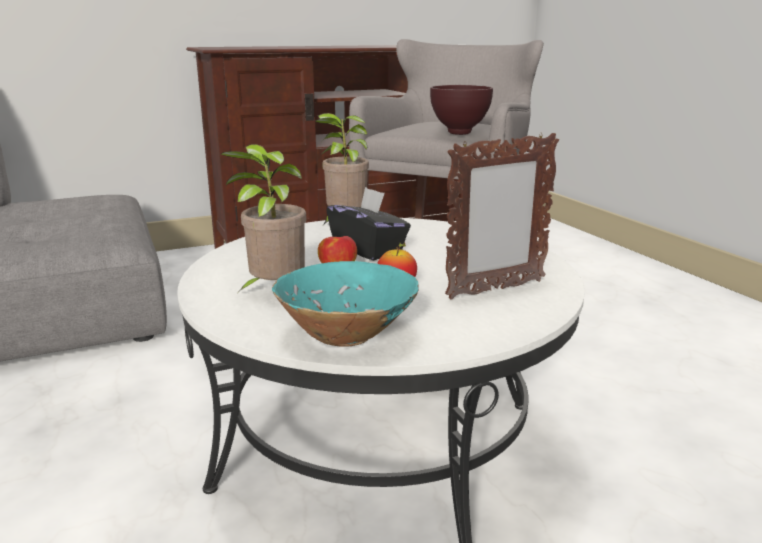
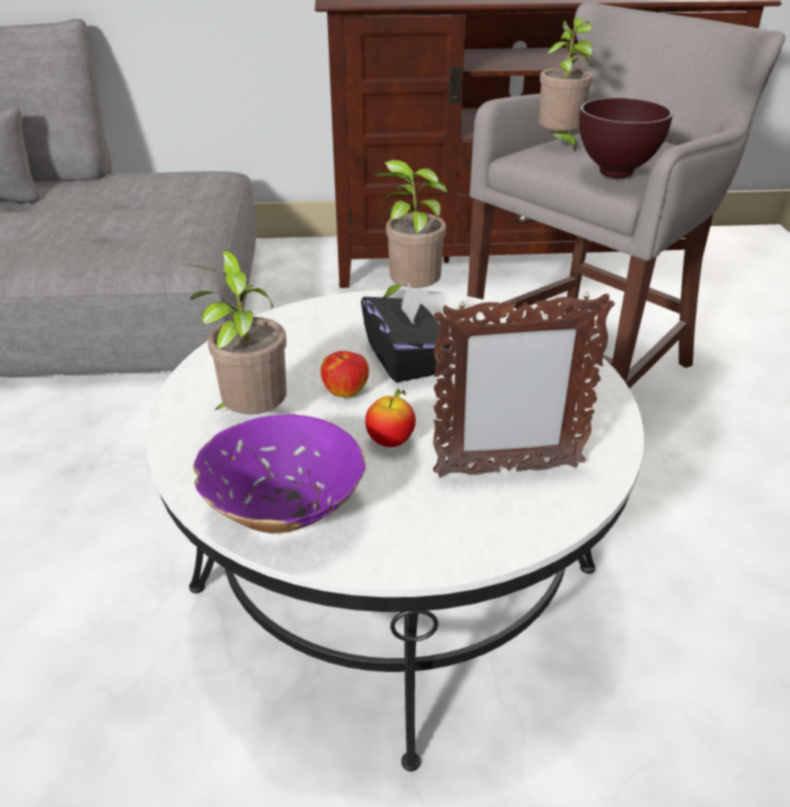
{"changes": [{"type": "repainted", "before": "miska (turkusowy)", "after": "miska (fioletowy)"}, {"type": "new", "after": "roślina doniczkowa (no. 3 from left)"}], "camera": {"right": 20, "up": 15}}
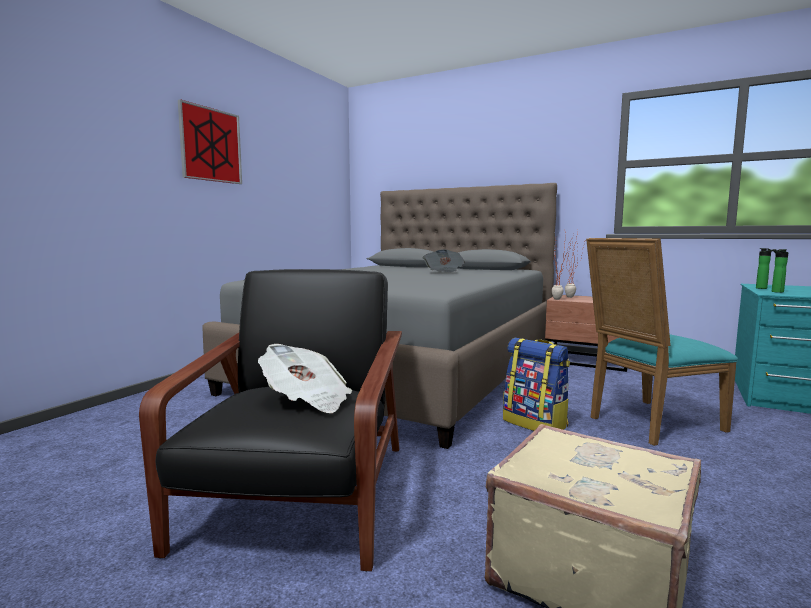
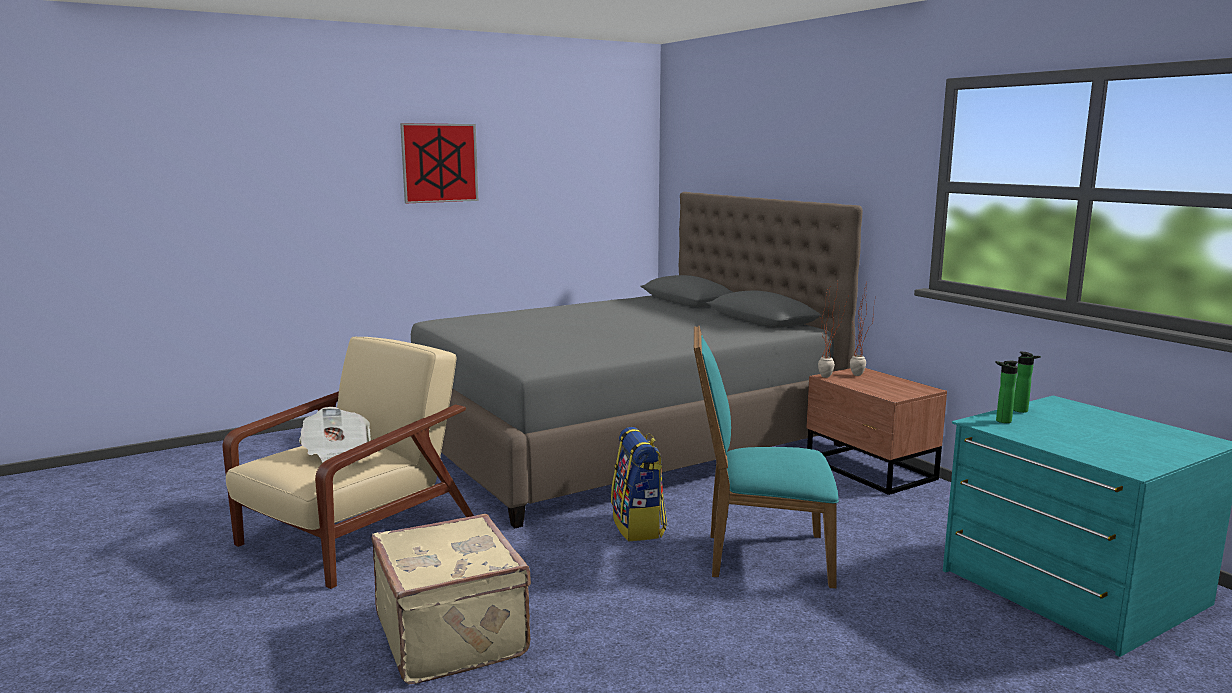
{"changes": [{"type": "repainted", "before": "fotel (czarny)", "after": "fotel (beżowy)"}, {"type": "gone", "before": "gazeta (no. 2 from left)"}], "camera": {"right": 30, "up": 5}}
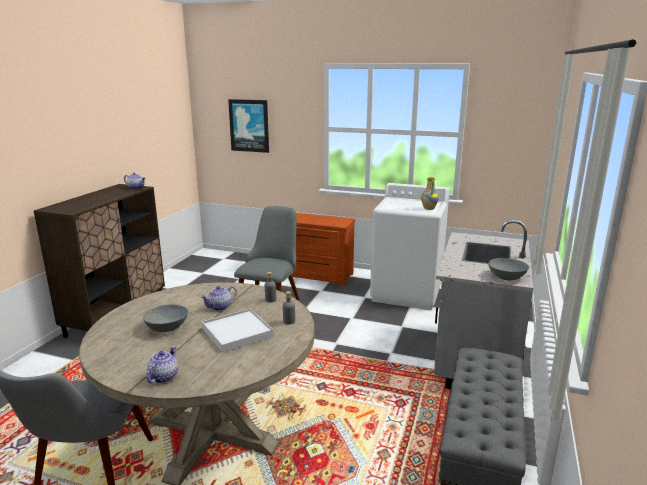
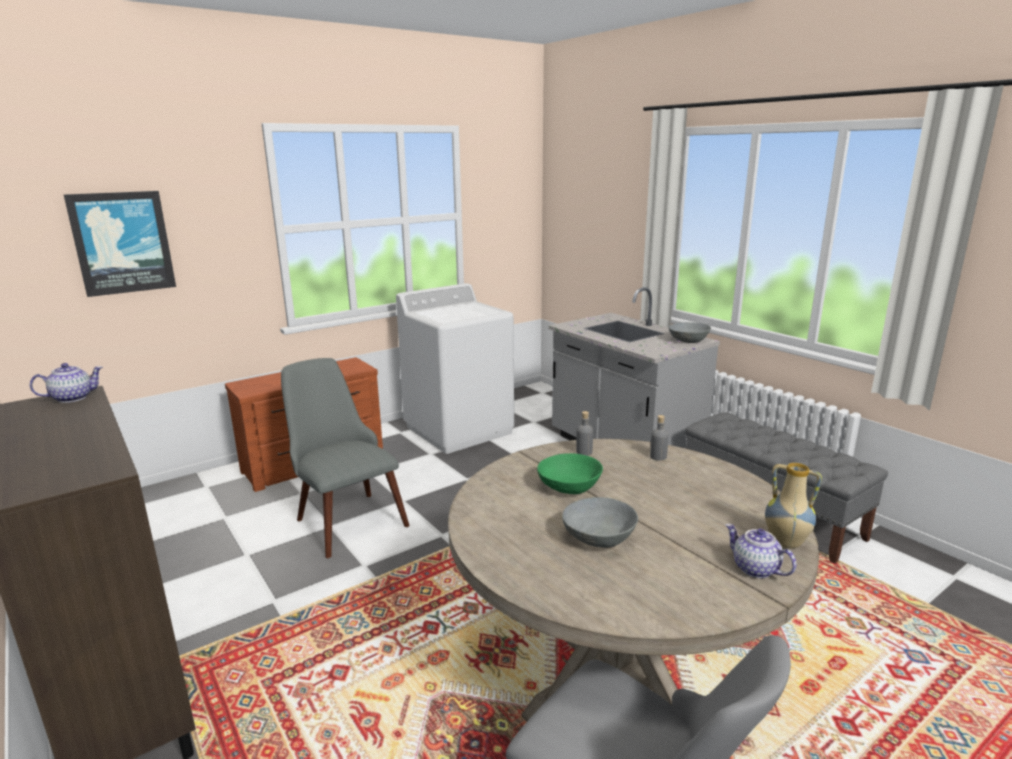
{"changes": [{"type": "swapped", "before": "imbryk (no. 3 from left)", "after": "miska (zielony)"}, {"type": "gone", "before": "taca (biały)"}, {"type": "shifted", "before": "wazon"}], "camera": {"right": -55, "up": 0}}
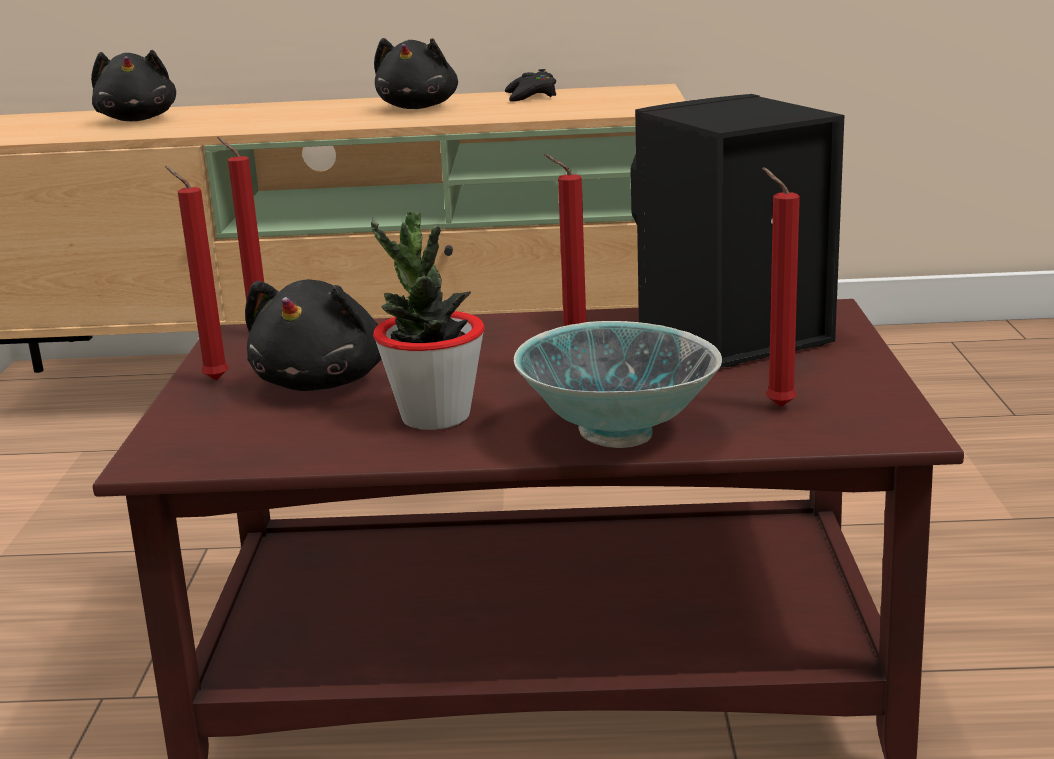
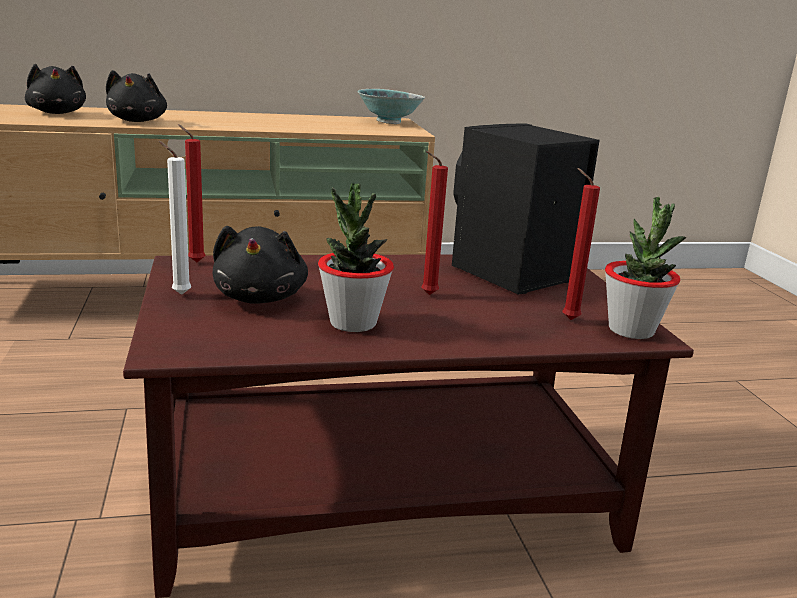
{"changes": [{"type": "repainted", "before": "świeca (czerwony) (no. 1 from left)", "after": "świeca (biały)"}, {"type": "shifted", "before": "pluszak (czarny) (no. 3 from left in the first image)", "after": "pluszak (czarny) (no. 2 from left)"}, {"type": "gone", "before": "pad do gier (czarny)"}, {"type": "shifted", "before": "miska"}, {"type": "new", "after": "roślina doniczkowa (no. 2 from left)"}], "camera": {"right": -15, "up": 0}}
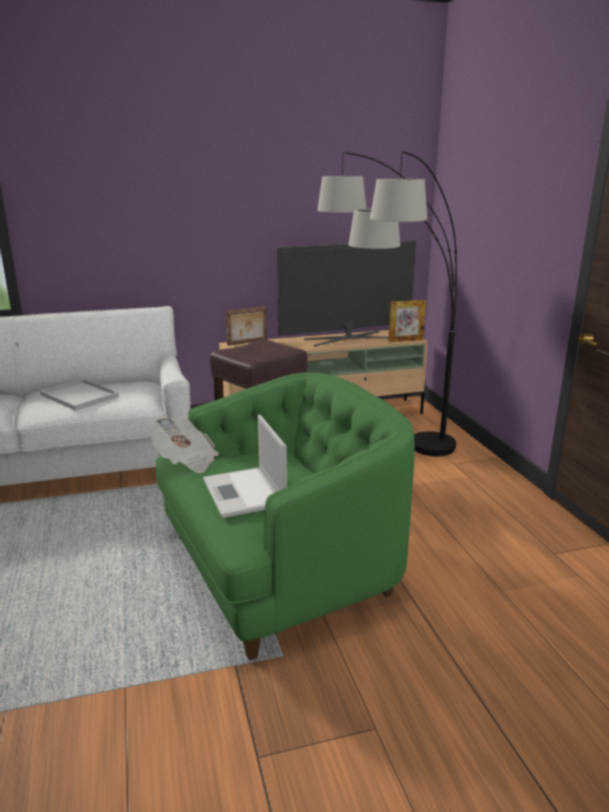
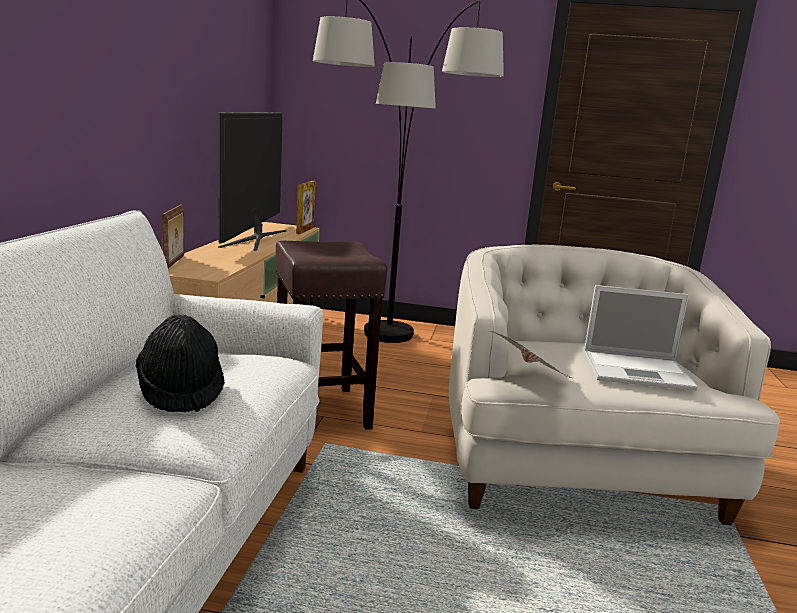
{"changes": [{"type": "swapped", "before": "taca (biały)", "after": "kapelusz (czarny)"}, {"type": "repainted", "before": "fotel (zielony)", "after": "fotel (biały)"}], "camera": {"right": -65, "up": -5}}
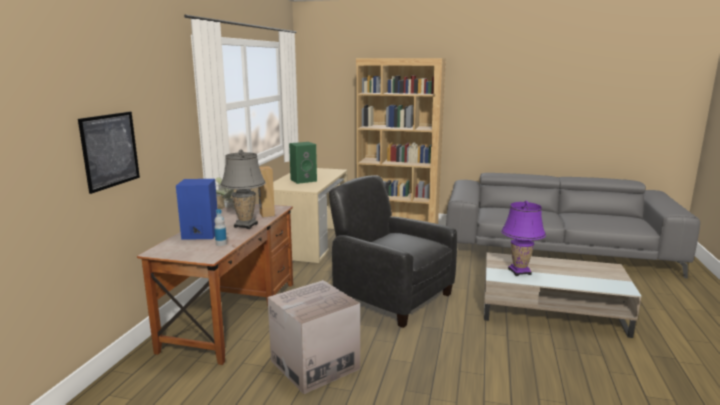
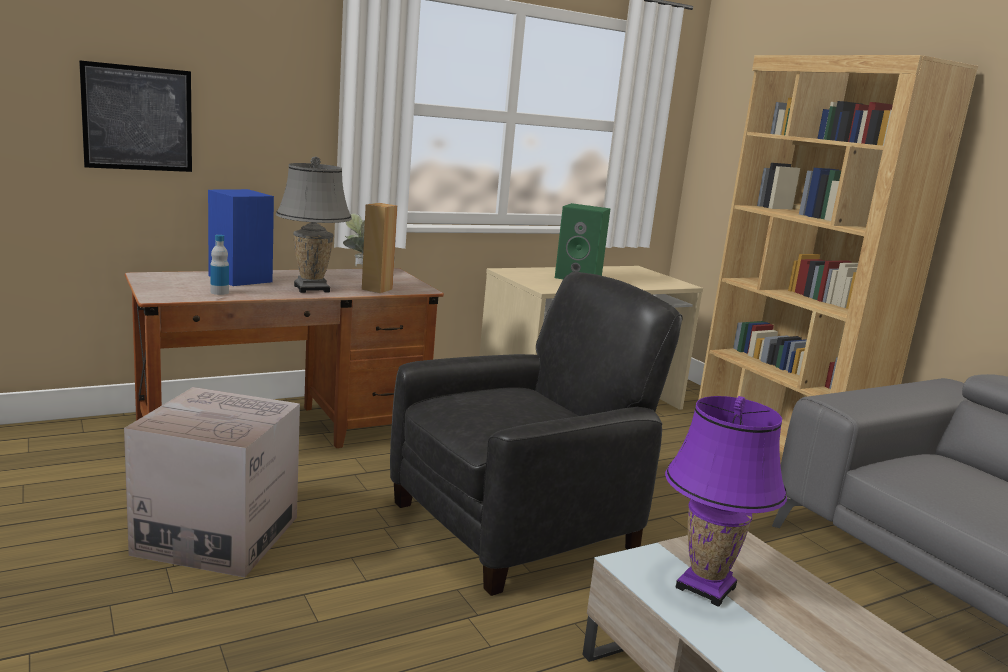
{"changes": [{"type": "rotated", "before": "fotel (czarny)", "turn": 60}], "camera": {"right": 45, "up": 0}}
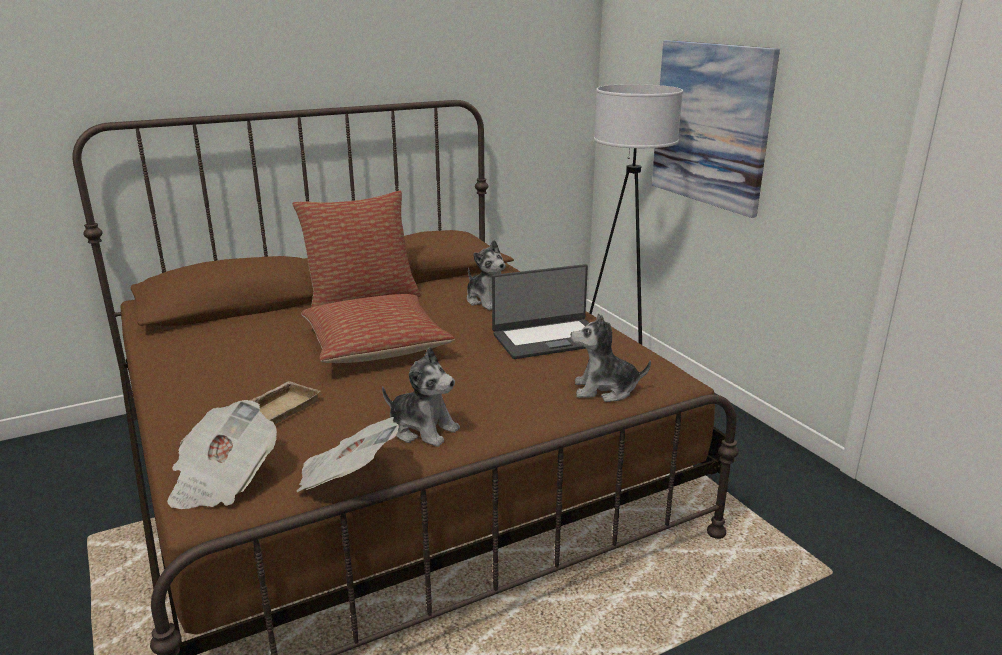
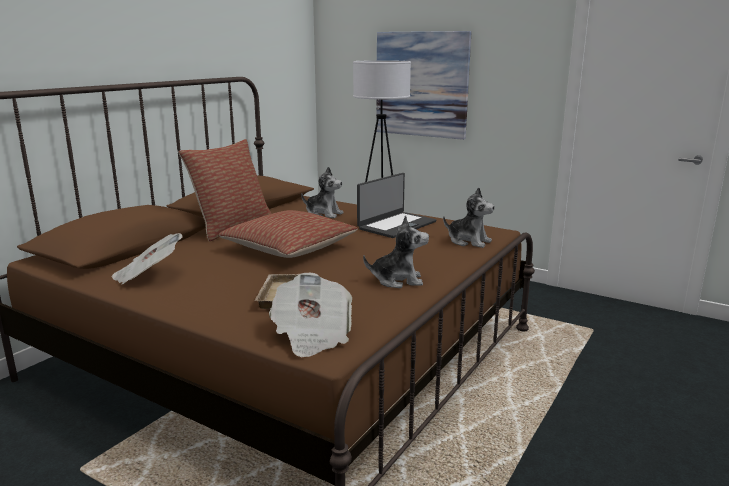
{"changes": [{"type": "shifted", "before": "gazeta (no. 2 from left in the first image)", "after": "gazeta (no. 1 from left)"}, {"type": "rotated", "before": "pluszak (no. 3 from left)", "turn": -120}], "camera": {"right": -30, "up": -5}}
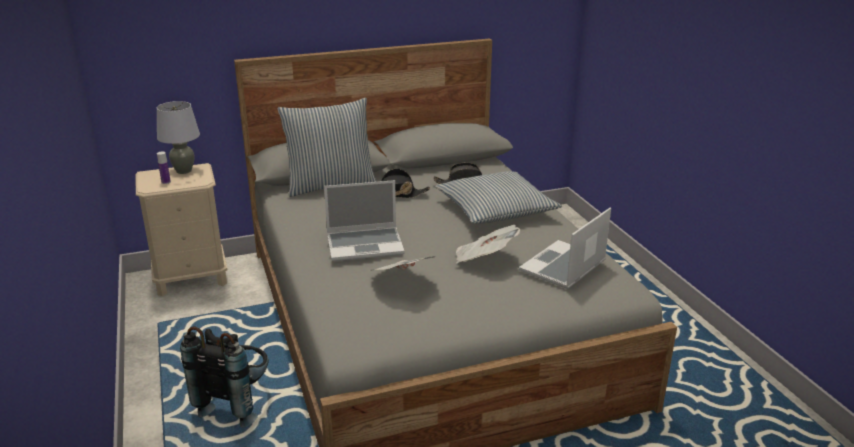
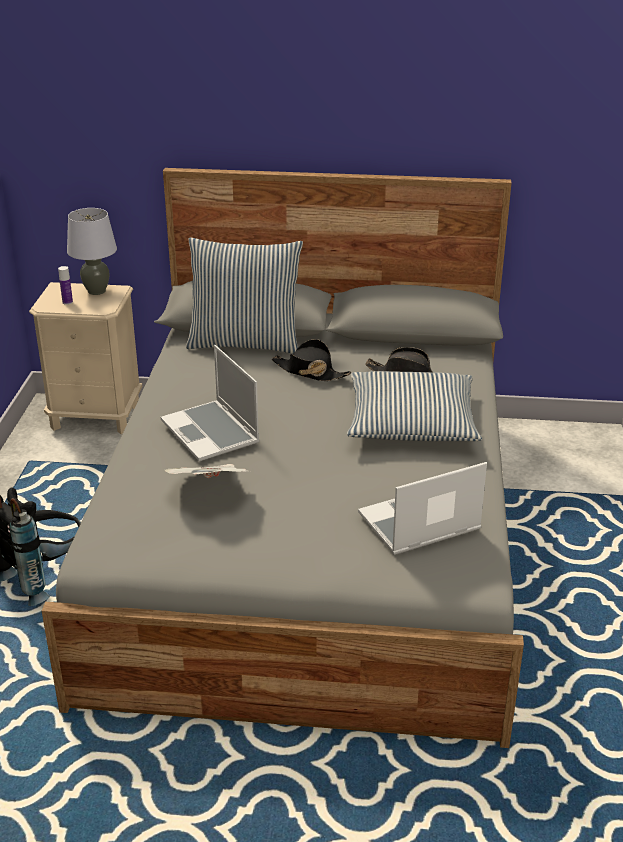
{"changes": [{"type": "rotated", "before": "laptop (no. 1 from left)", "turn": 45}, {"type": "gone", "before": "gazeta (no. 2 from left)"}], "camera": {"right": 25, "up": 5}}
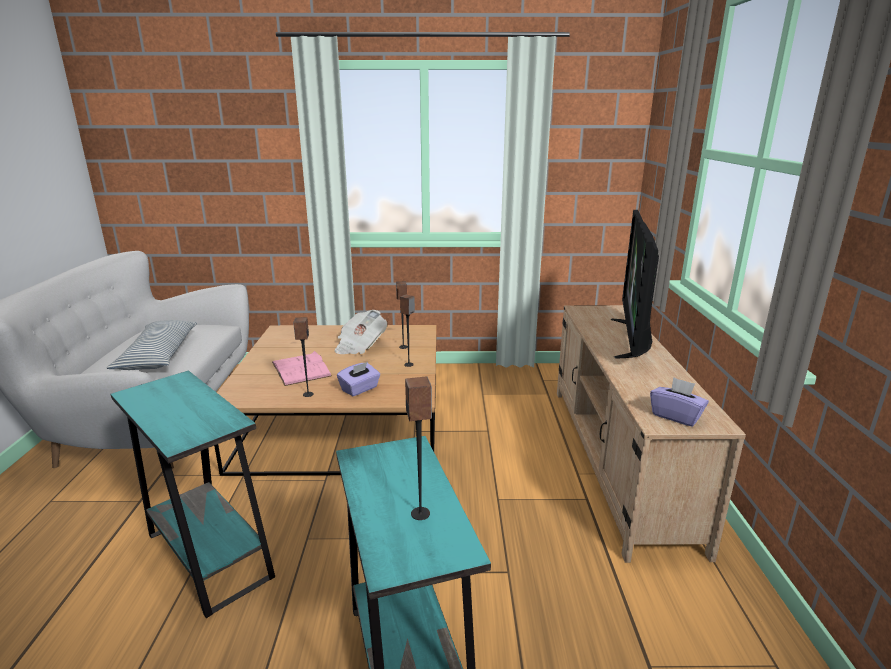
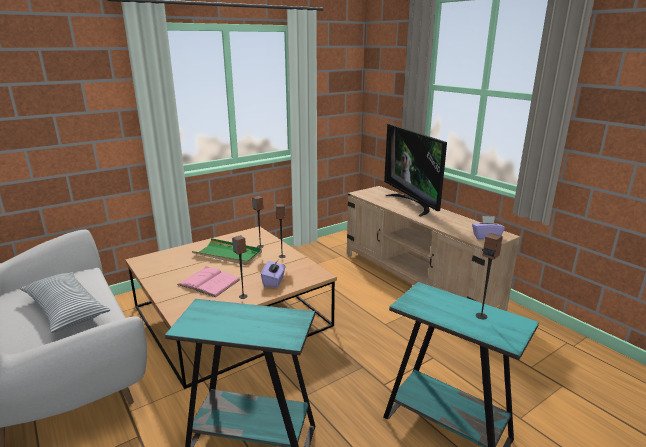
{"changes": [{"type": "swapped", "before": "gazeta", "after": "taca (zielony)"}], "camera": {"right": -35, "up": 0}}
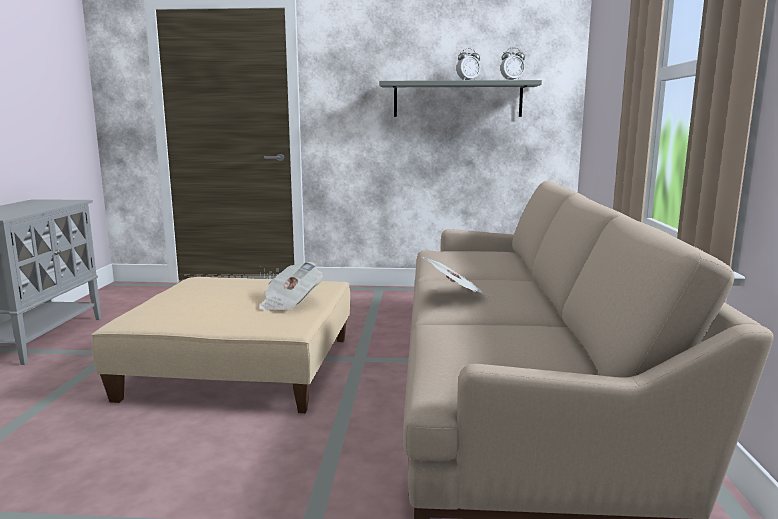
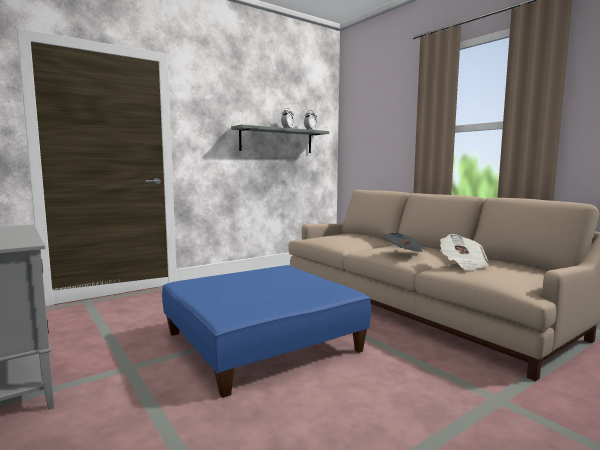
{"changes": [{"type": "repainted", "before": "pufa (beżowy)", "after": "pufa (niebieski)"}, {"type": "shifted", "before": "gazeta (no. 1 from left in the first image)", "after": "gazeta (no. 2 from left)"}], "camera": {"right": -40, "up": -5}}
